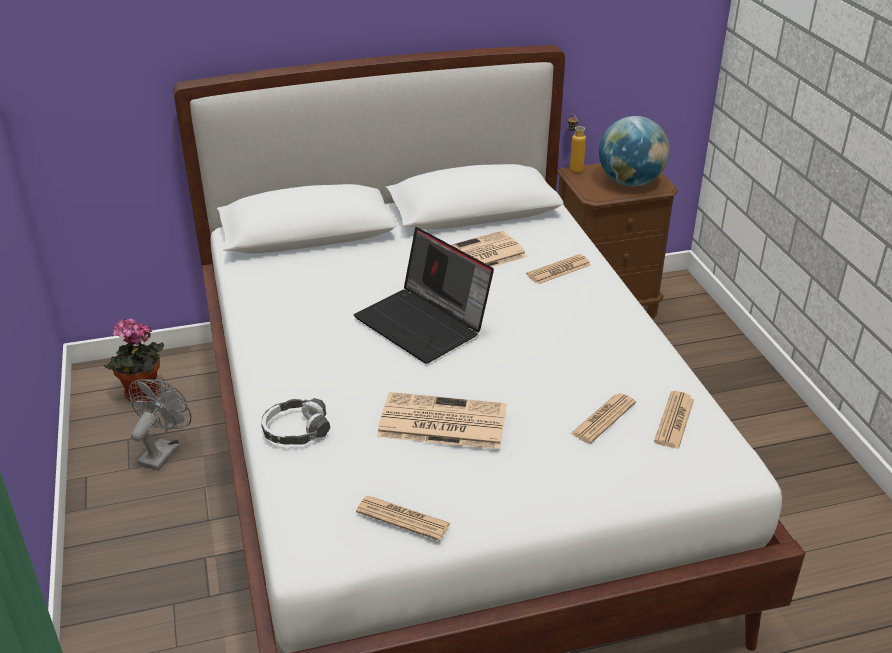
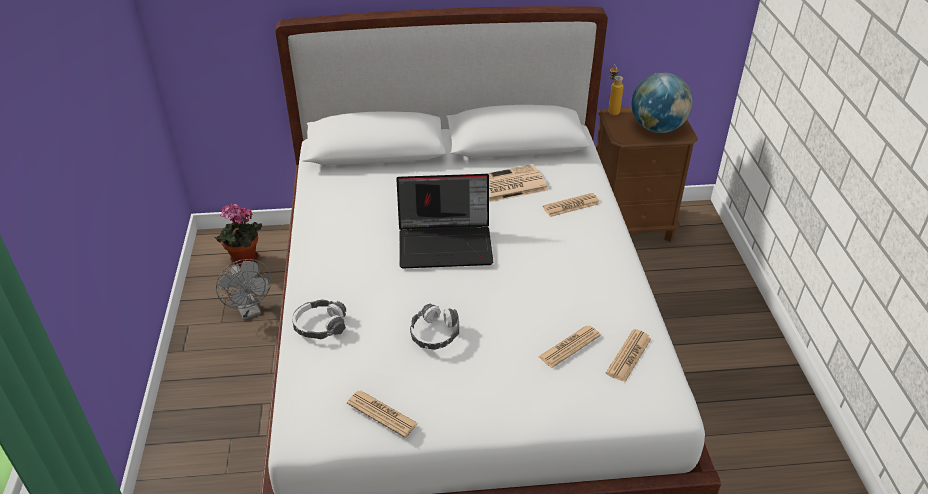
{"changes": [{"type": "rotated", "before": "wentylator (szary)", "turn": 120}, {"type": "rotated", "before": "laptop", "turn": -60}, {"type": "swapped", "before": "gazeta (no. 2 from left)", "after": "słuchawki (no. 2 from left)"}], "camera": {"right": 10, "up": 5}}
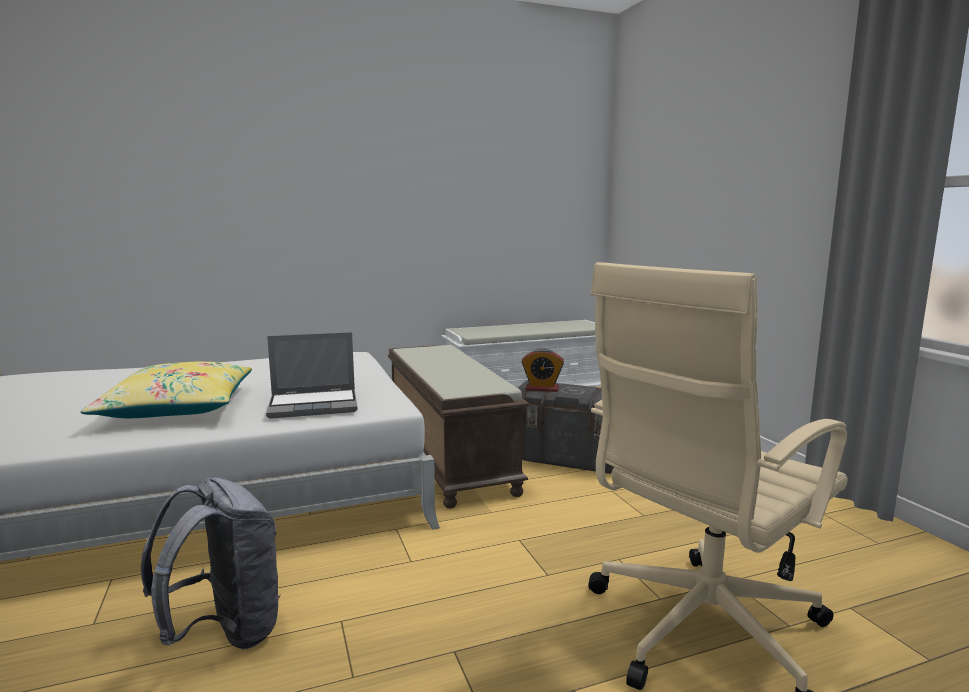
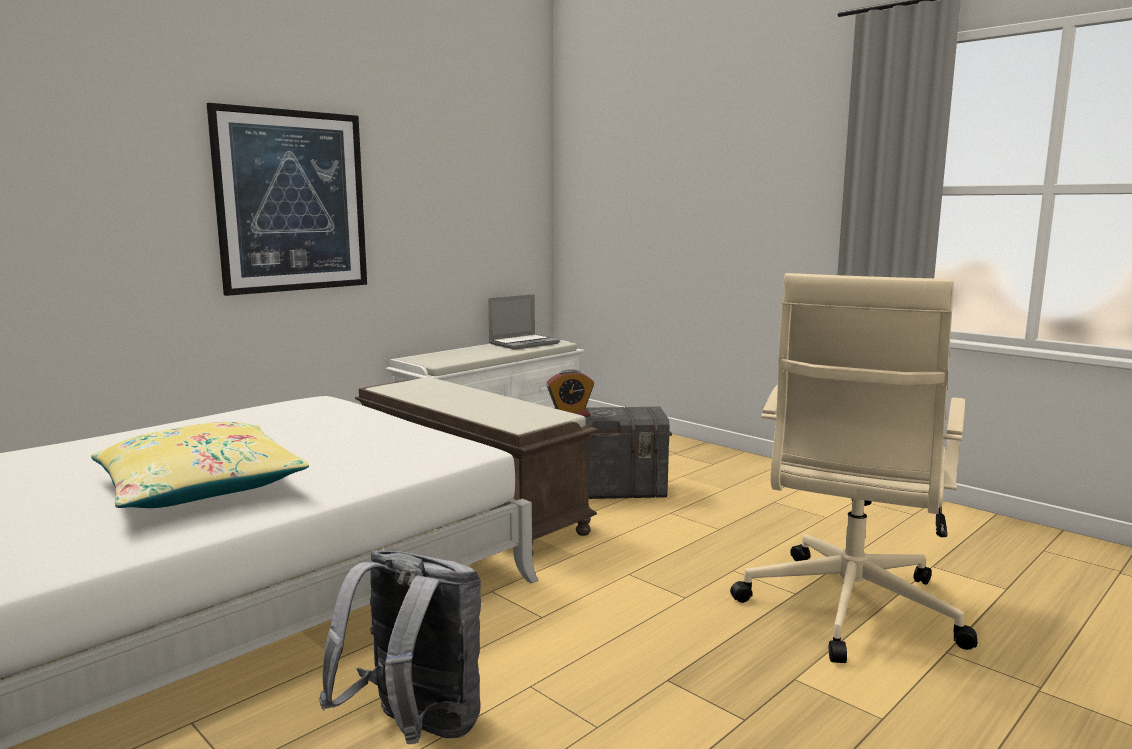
{"changes": [{"type": "shifted", "before": "laptop"}, {"type": "new", "after": "obraz"}], "camera": {"right": -25, "up": 0}}
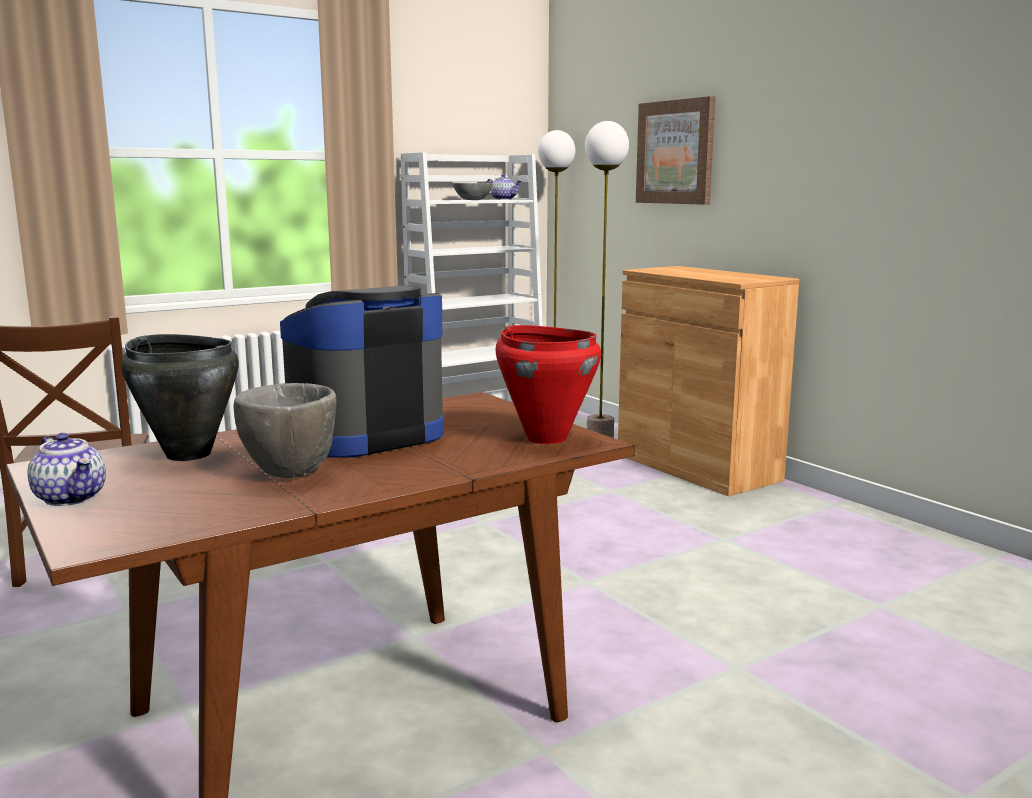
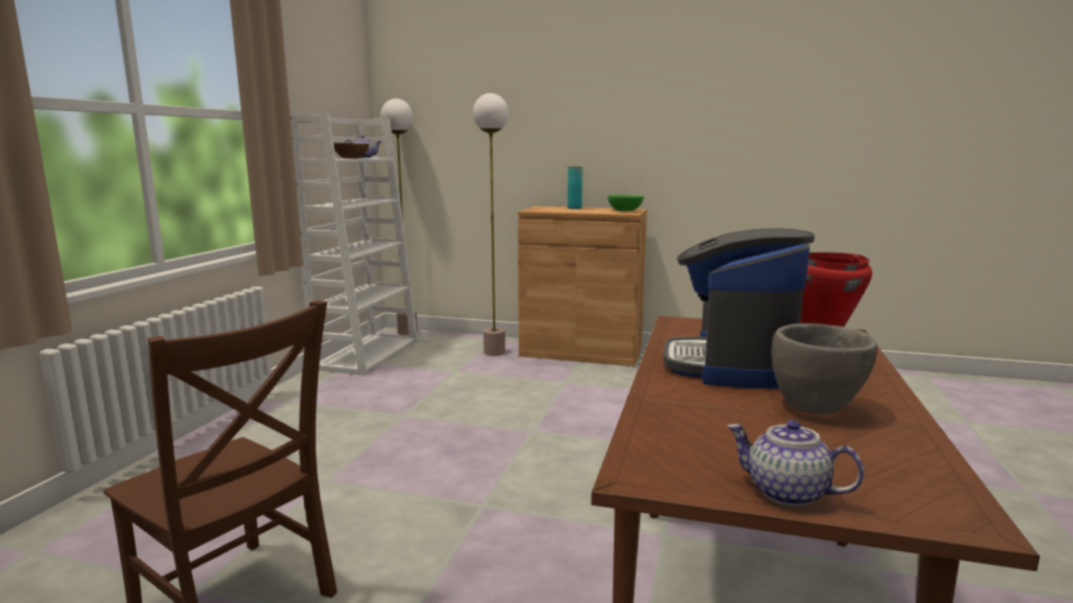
{"changes": [{"type": "rotated", "before": "imbryk (no. 1 from left in the first image)", "turn": -150}, {"type": "gone", "before": "garnek (czarny)"}, {"type": "repainted", "before": "miska (szary) (no. 2 from left)", "after": "miska (brązowy)"}, {"type": "gone", "before": "obraz"}, {"type": "new", "after": "wazon (turkusowy)"}, {"type": "new", "after": "miska (zielony)"}], "camera": {"right": -40, "up": 0}}
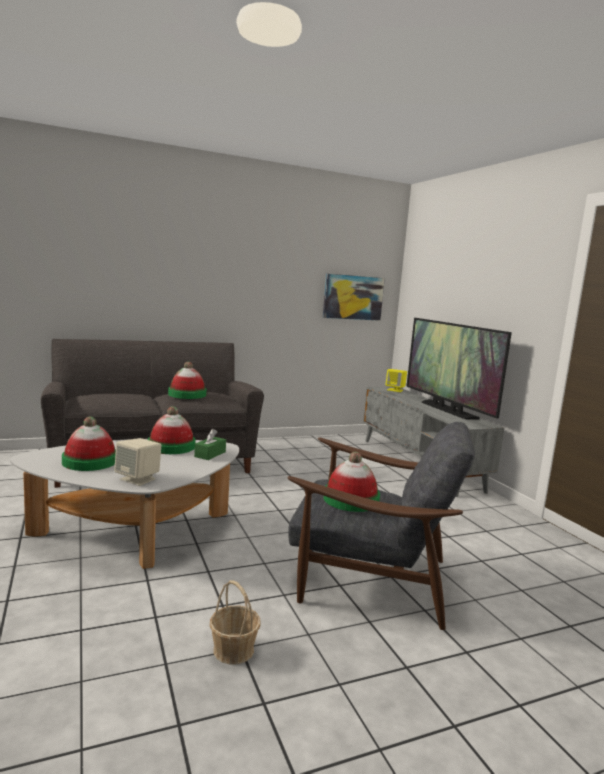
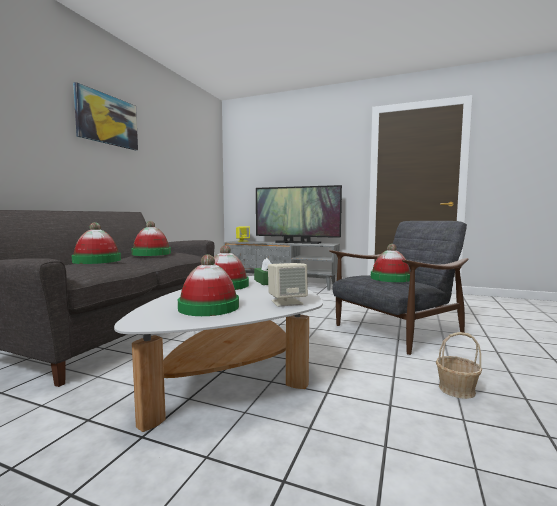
{"changes": [{"type": "shifted", "before": "obraz"}, {"type": "new", "after": "kapelusz (no. 1 from left)"}], "camera": {"right": -45, "up": -5}}
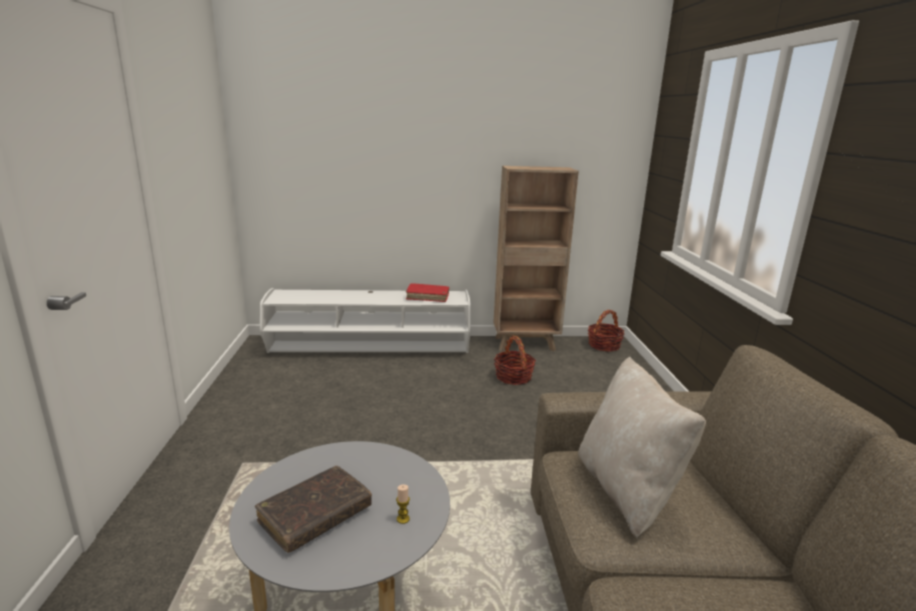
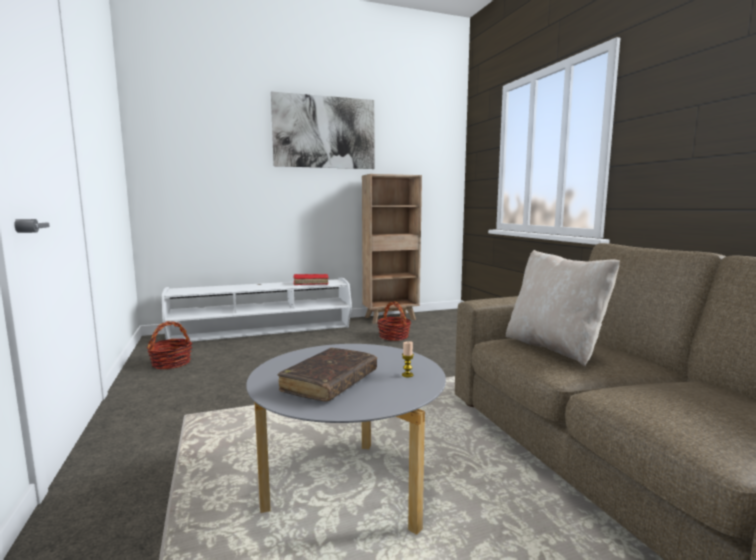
{"changes": [{"type": "shifted", "before": "koszyk (no. 2 from left in the first image)", "after": "koszyk (no. 1 from left)"}, {"type": "new", "after": "obraz"}], "camera": {"right": -15, "up": -10}}
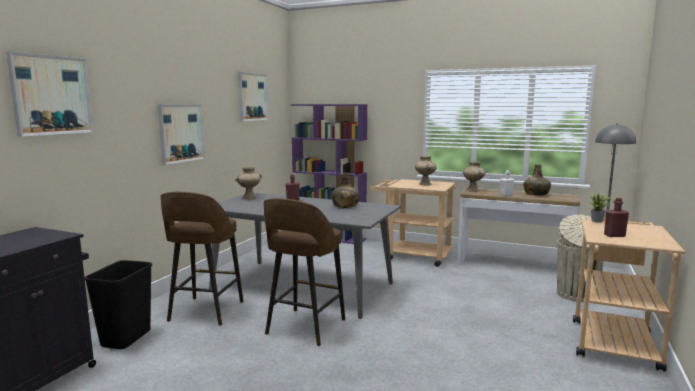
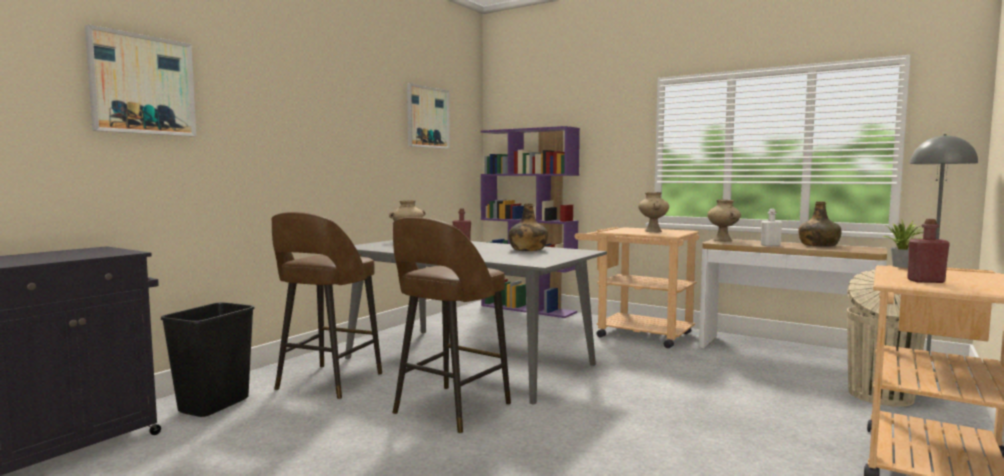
{"changes": [{"type": "gone", "before": "obraz (no. 2 from left)"}], "camera": {"right": 10, "up": -5}}
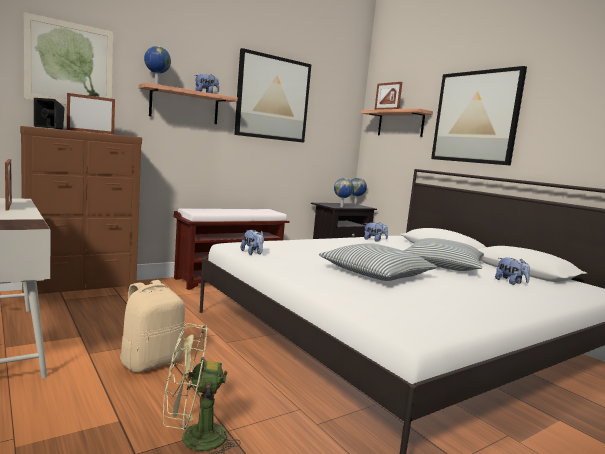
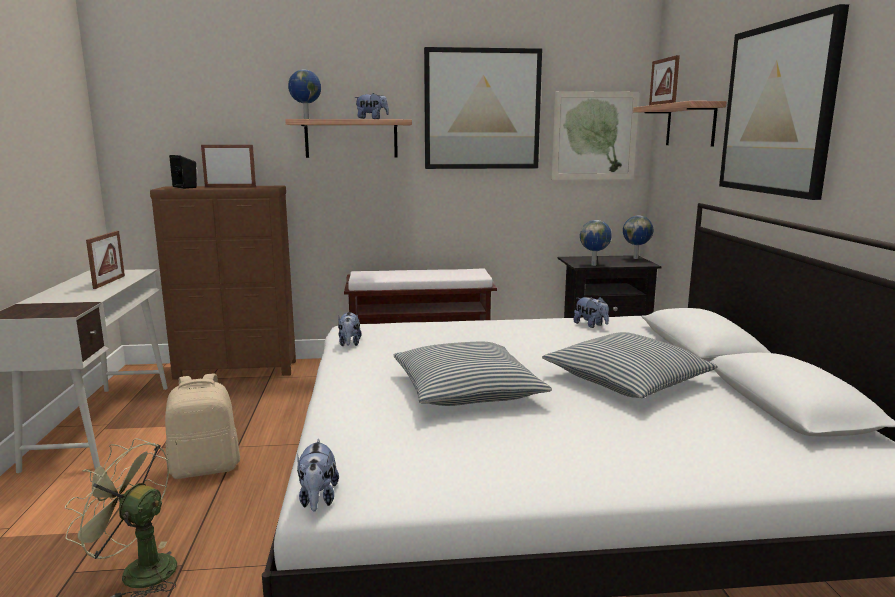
{"changes": [{"type": "shifted", "before": "obraz (no. 1 from left in the first image)", "after": "obraz (no. 2 from left)"}, {"type": "shifted", "before": "pluszak (no. 4 from left in the first image)", "after": "pluszak (no. 1 from left)"}], "camera": {"right": 30, "up": 5}}
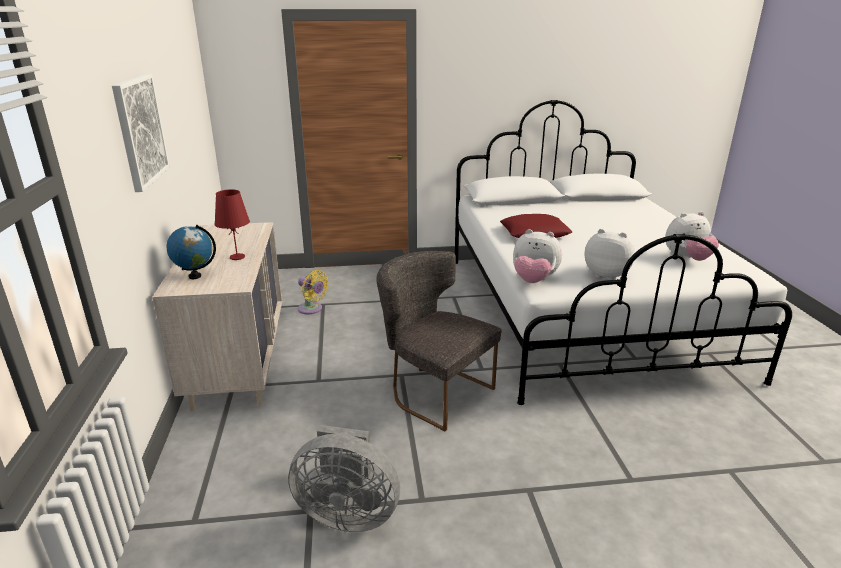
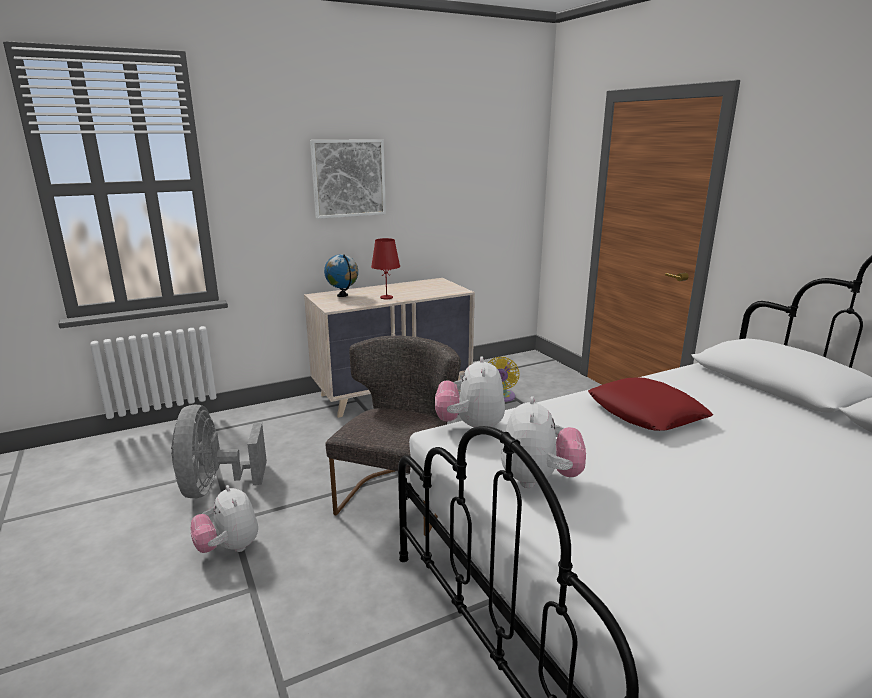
{"changes": [{"type": "shifted", "before": "pluszak (no. 3 from left in the first image)", "after": "pluszak (no. 1 from left)"}], "camera": {"right": 70, "up": -5}}
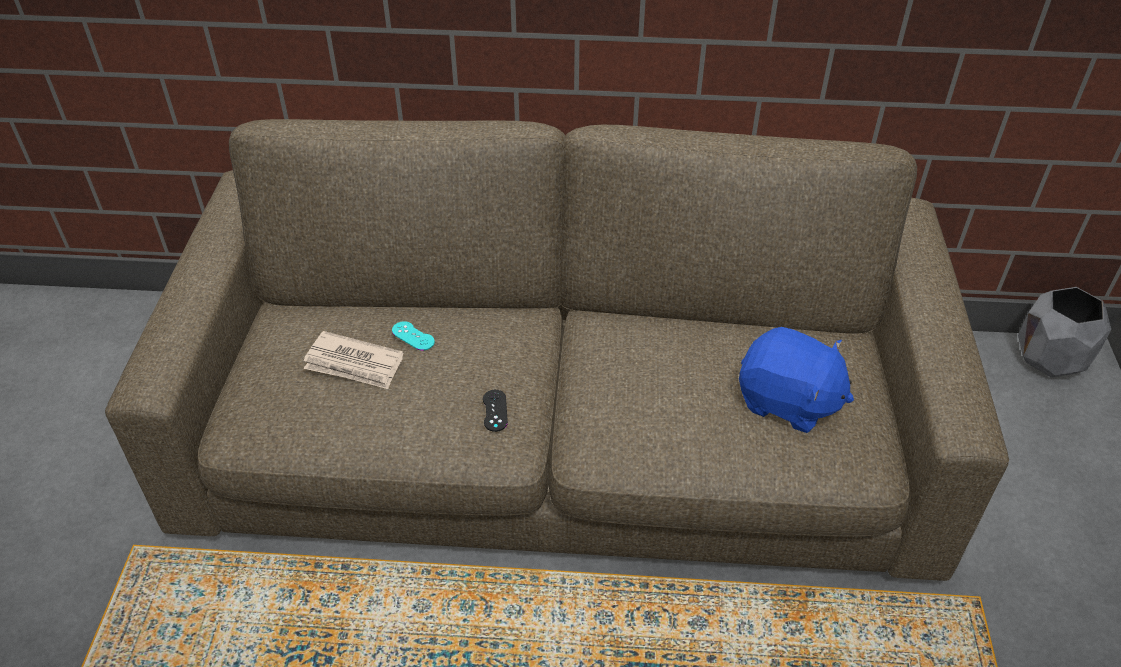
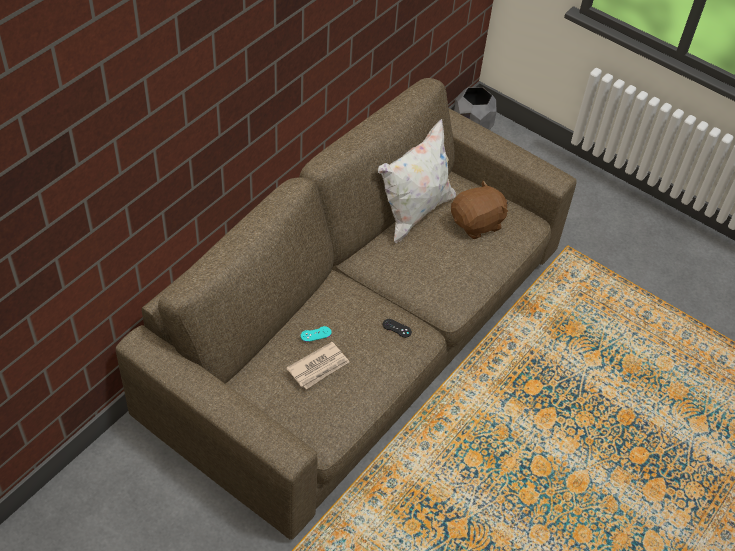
{"changes": [{"type": "repainted", "before": "pluszak (niebieski)", "after": "pluszak (brązowy)"}, {"type": "new", "after": "poduszka (biały)"}], "camera": {"right": -60, "up": 5}}
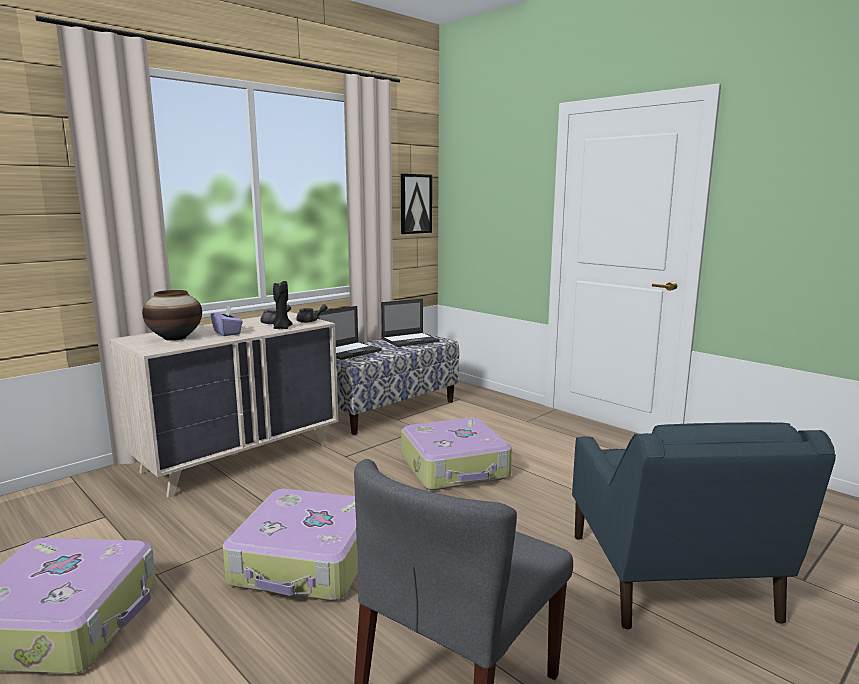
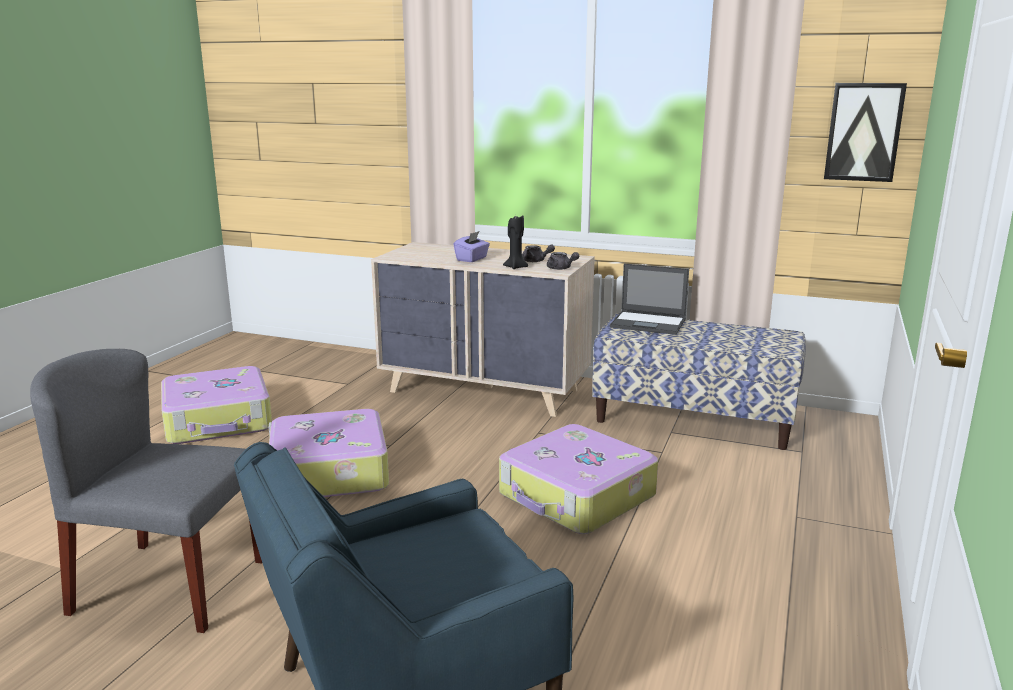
{"changes": [{"type": "gone", "before": "wazon"}, {"type": "gone", "before": "laptop (no. 2 from left)"}], "camera": {"right": 65, "up": 5}}
